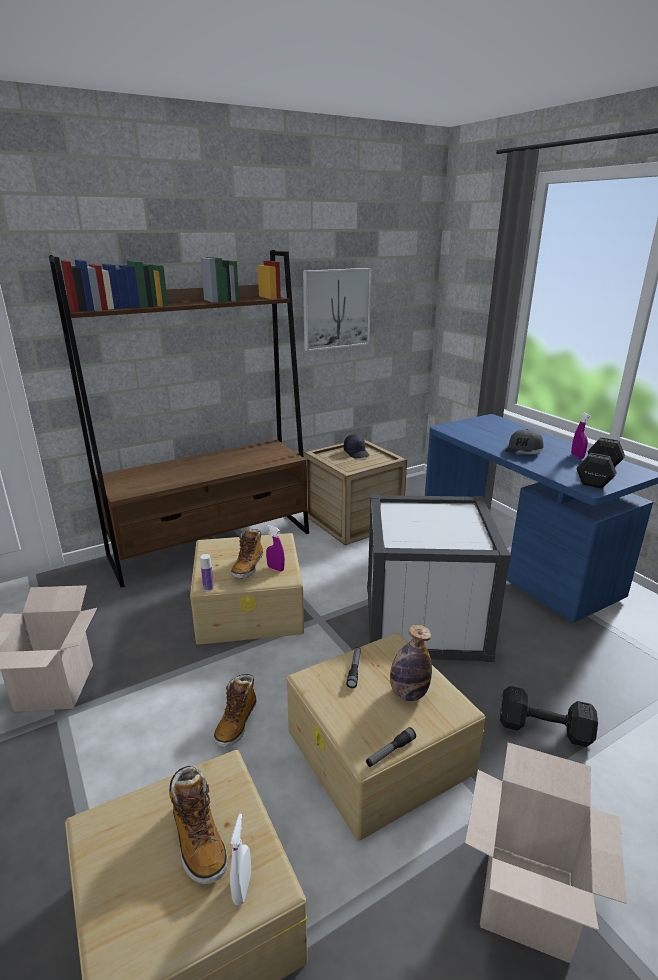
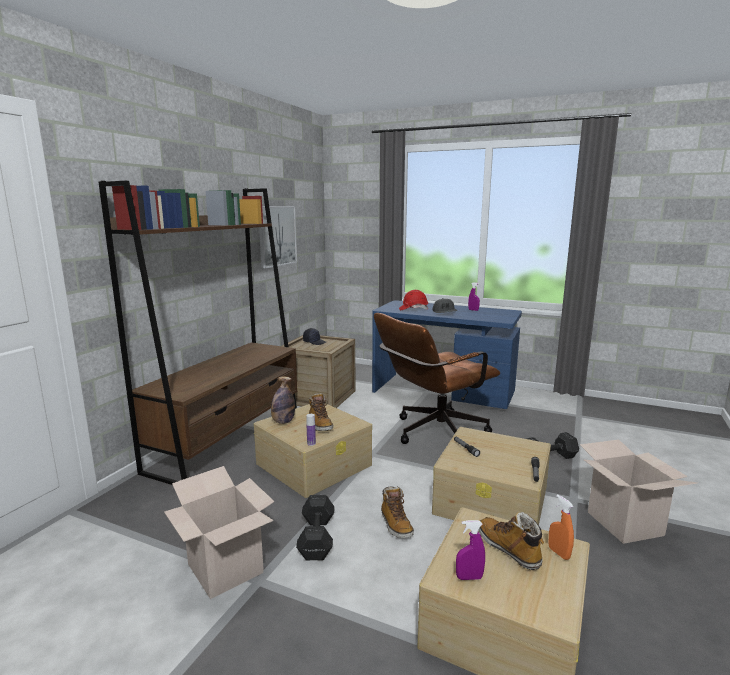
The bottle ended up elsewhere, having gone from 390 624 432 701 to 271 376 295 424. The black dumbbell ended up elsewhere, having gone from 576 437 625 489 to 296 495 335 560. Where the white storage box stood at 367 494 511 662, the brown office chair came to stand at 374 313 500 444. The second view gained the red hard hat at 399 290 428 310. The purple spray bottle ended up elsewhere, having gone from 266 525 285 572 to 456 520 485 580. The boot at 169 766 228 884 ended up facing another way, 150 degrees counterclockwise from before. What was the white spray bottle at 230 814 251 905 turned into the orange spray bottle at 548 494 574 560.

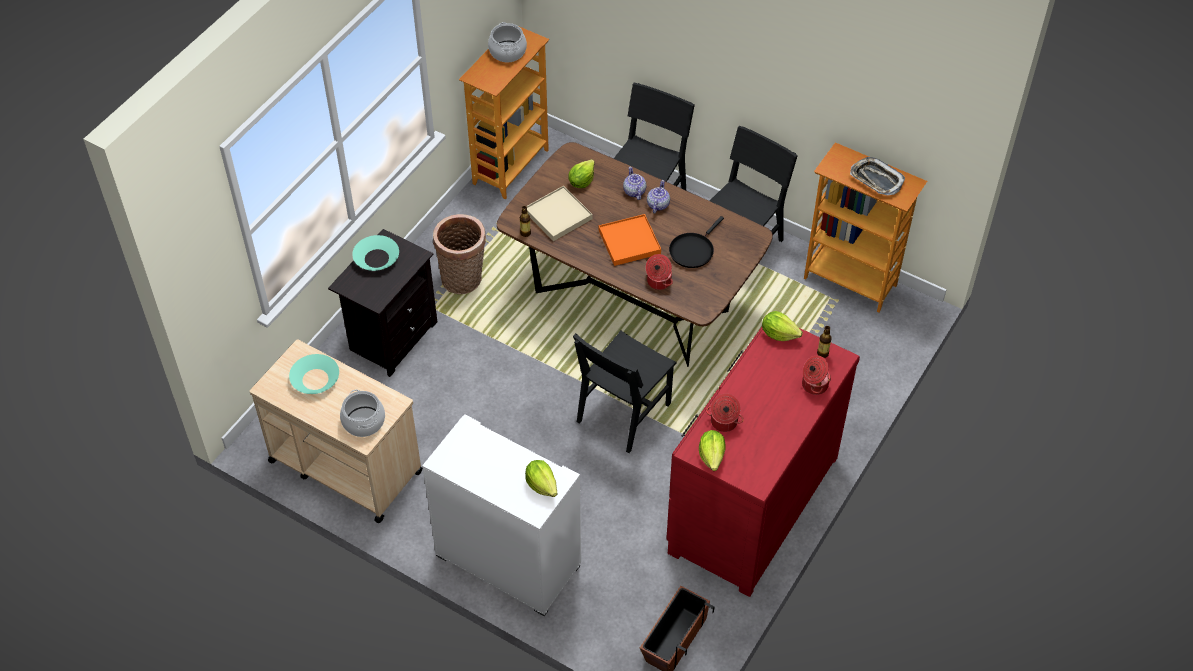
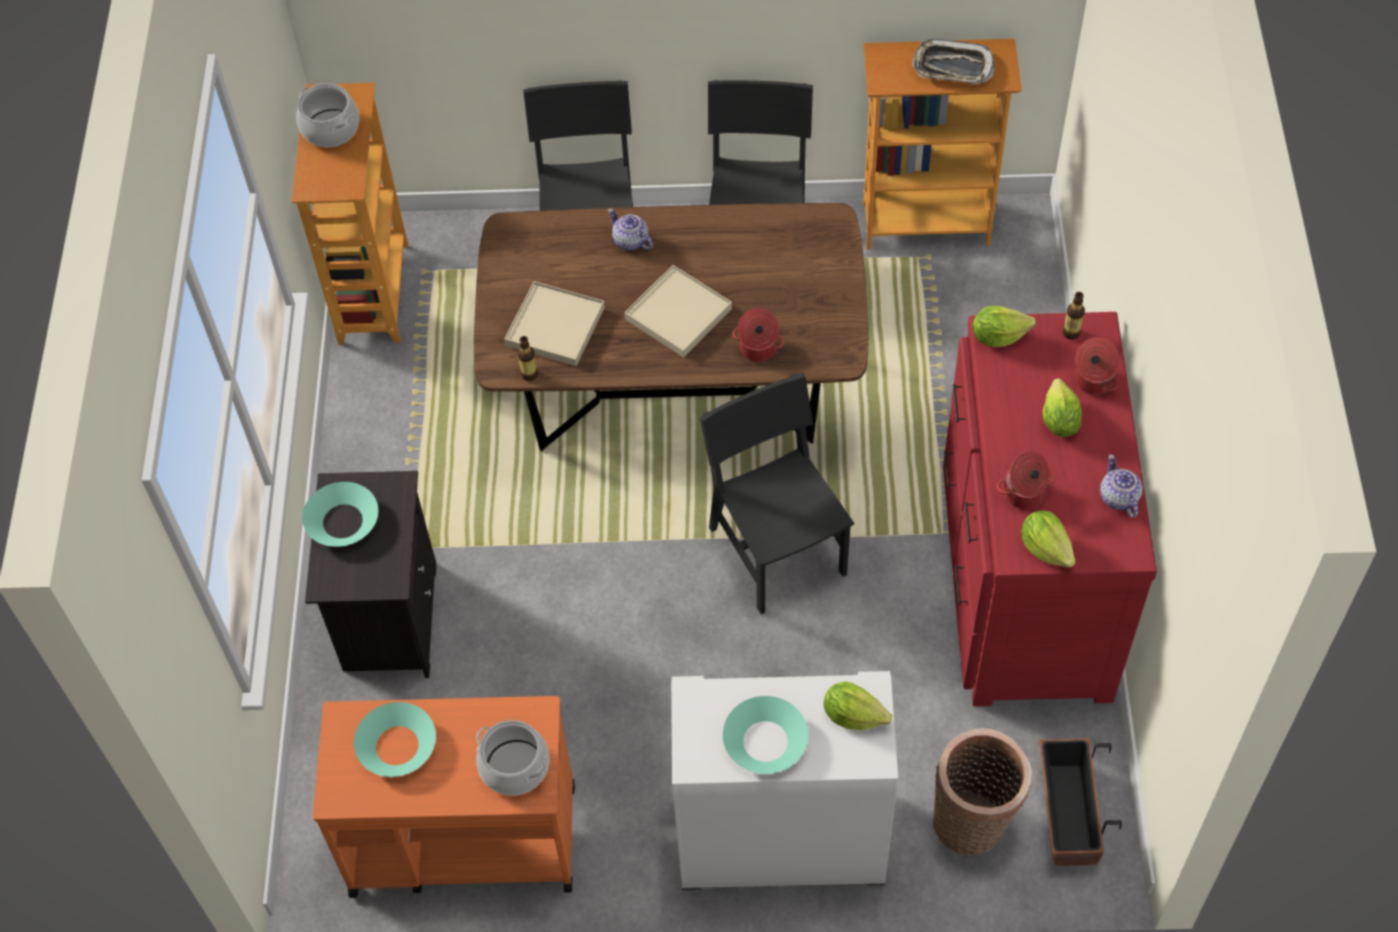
What was the beige cart at 250 339 423 523 turned into the orange cart at 313 696 575 898. What was the orange tray at 599 214 661 266 turned into the beige tray at 624 265 732 358. The black chair at 573 331 676 453 ended up facing another way, 150 degrees clockwise from before. The second view gained the turquoise bowl at 723 696 808 774. The basket ended up elsewhere, having gone from 433 214 486 294 to 933 728 1032 856. The lettuce ended up elsewhere, having gone from 568 159 595 188 to 1043 378 1082 437. The teapot ended up elsewhere, having gone from 647 180 670 214 to 1100 454 1143 518. The second view lost the black frying pan at 669 216 724 268.

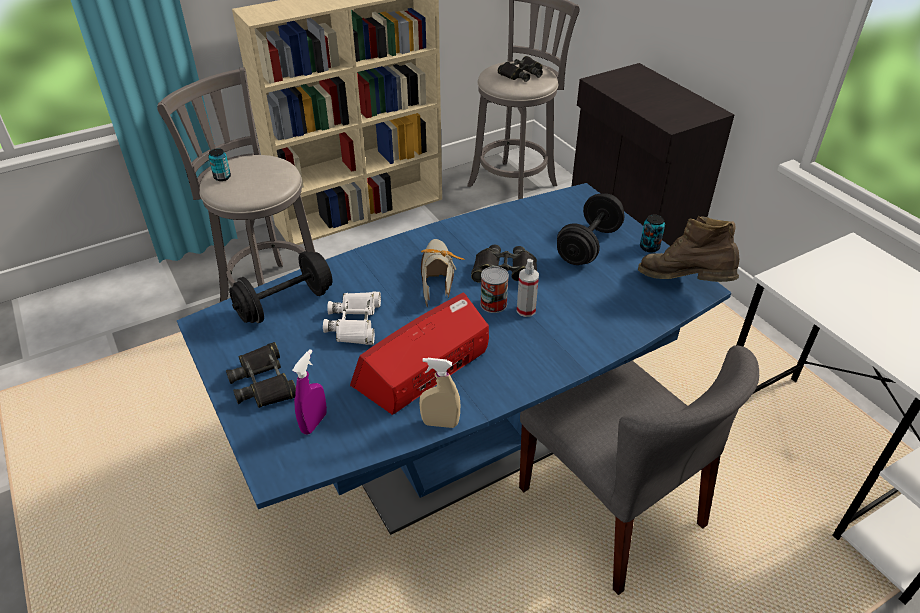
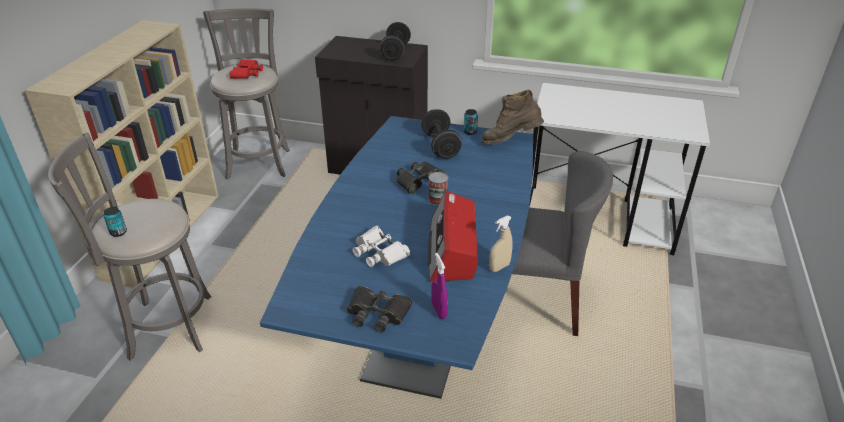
What was the black binoculars at 498 56 543 82 turned into the red binoculars at 229 59 263 79. The black dumbbell ended up elsewhere, having gone from 229 251 333 323 to 380 22 411 60. The second view lost the shoe at 421 239 465 308. The second view lost the spray bottle at 517 259 539 317.

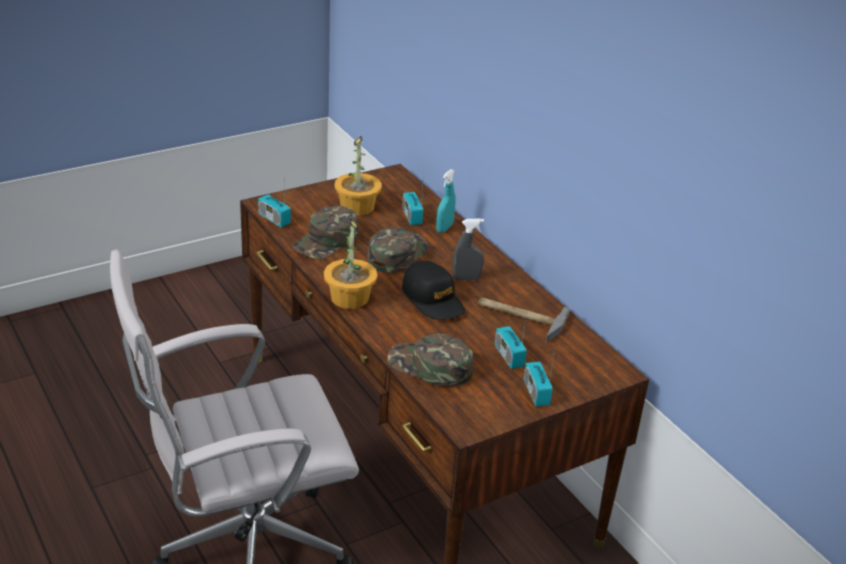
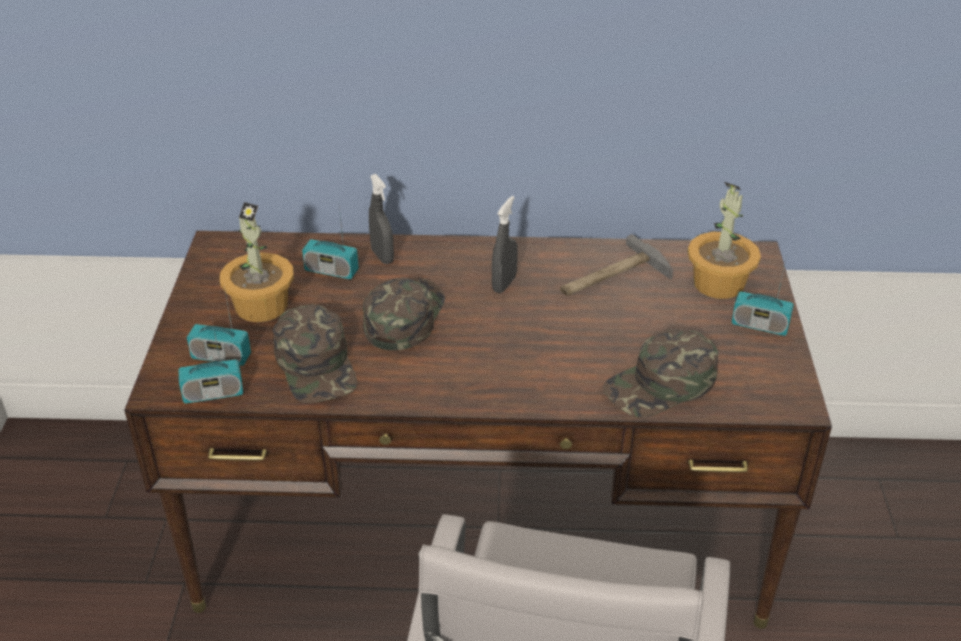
The radio ended up elsewhere, having gone from 495 311 527 369 to 187 286 251 366. The green cap at 368 227 429 273 ended up facing another way, 45 degrees clockwise from before. What was the turquoise spray bottle at 436 169 456 233 turned into the grey spray bottle at 369 174 394 264. The potted plant ended up elsewhere, having gone from 324 218 377 309 to 688 182 761 299. The second view lost the black cap at 402 261 465 320.

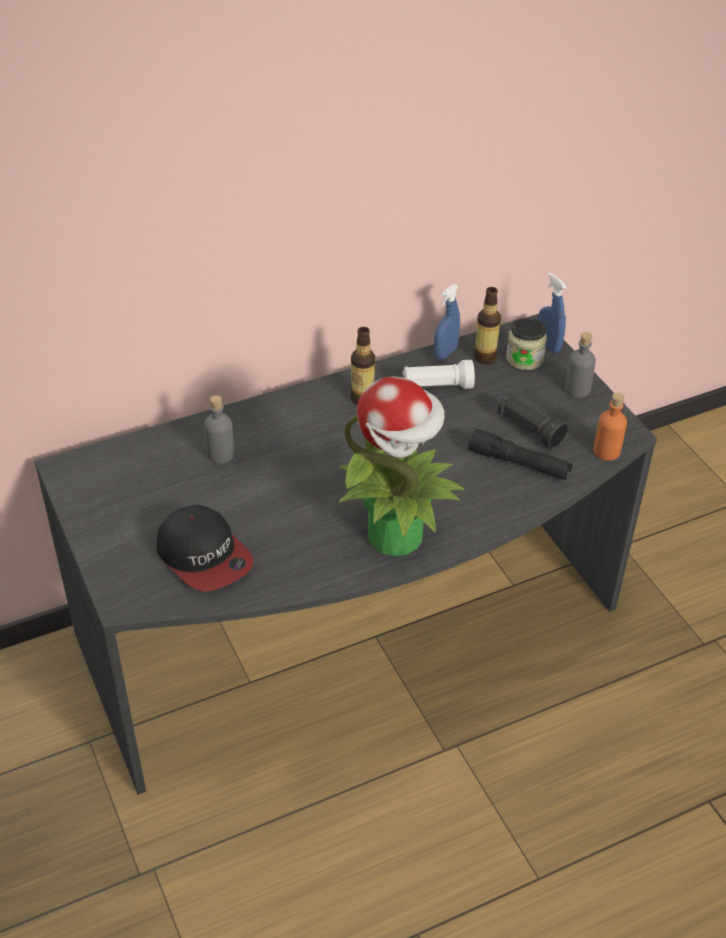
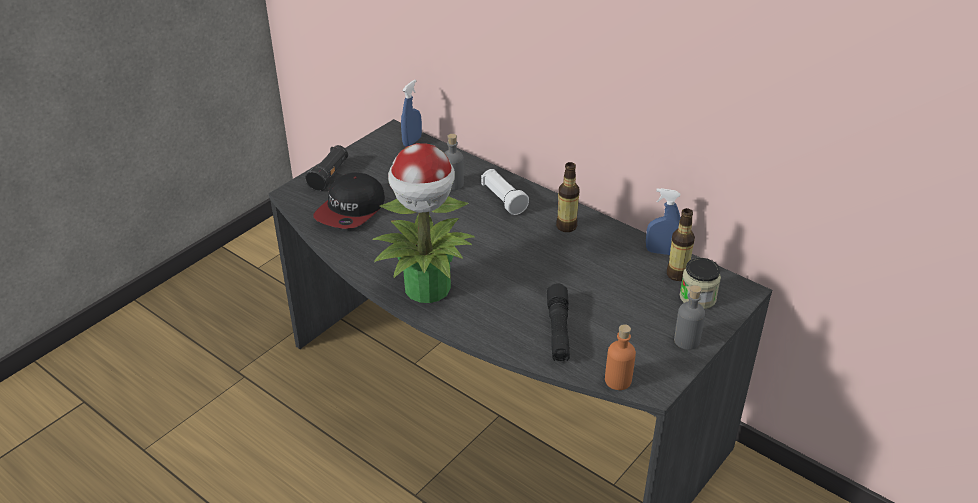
The black flashlight ended up elsewhere, having gone from 498 393 568 449 to 305 145 348 191. The blue spray bottle ended up elsewhere, having gone from 538 272 567 353 to 401 80 422 147. The white flashlight ended up elsewhere, having gone from 403 360 475 389 to 481 169 529 215.

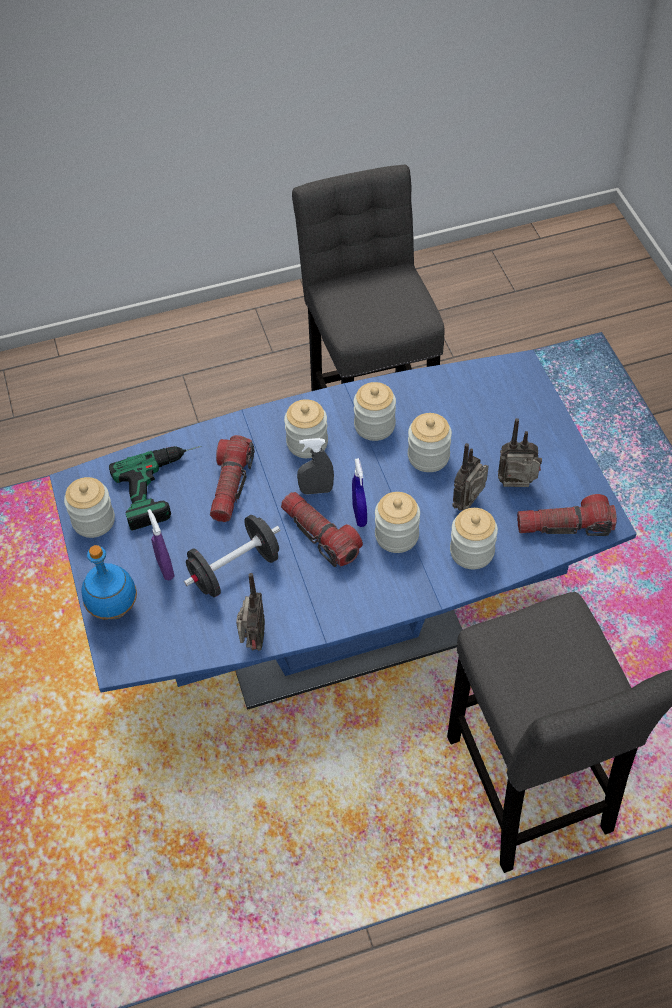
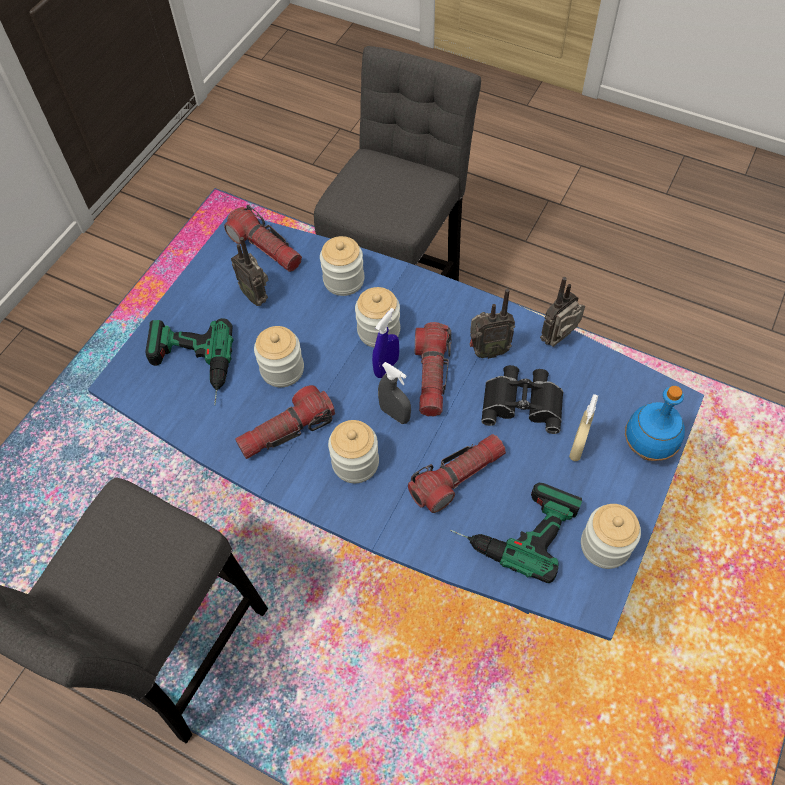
The second view gained the power drill at 145 318 234 405. Where the jar stood at 354 382 396 441, the flashlight came to stand at 235 385 335 459. The radio ended up elsewhere, having gone from 452 443 489 511 to 470 289 515 359. Where the black dumbbell stood at 184 515 281 597, the black binoculars came to stand at 481 365 563 434. What was the purple spray bottle at 147 509 174 580 turned into the beige spray bottle at 569 394 598 461.

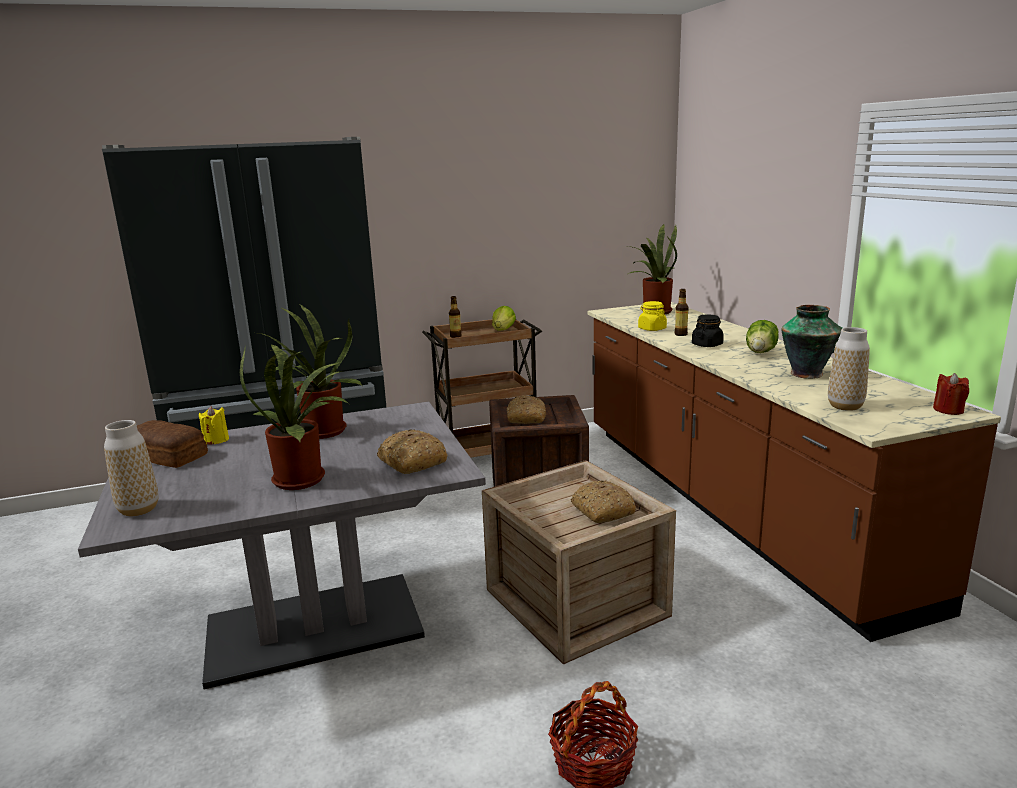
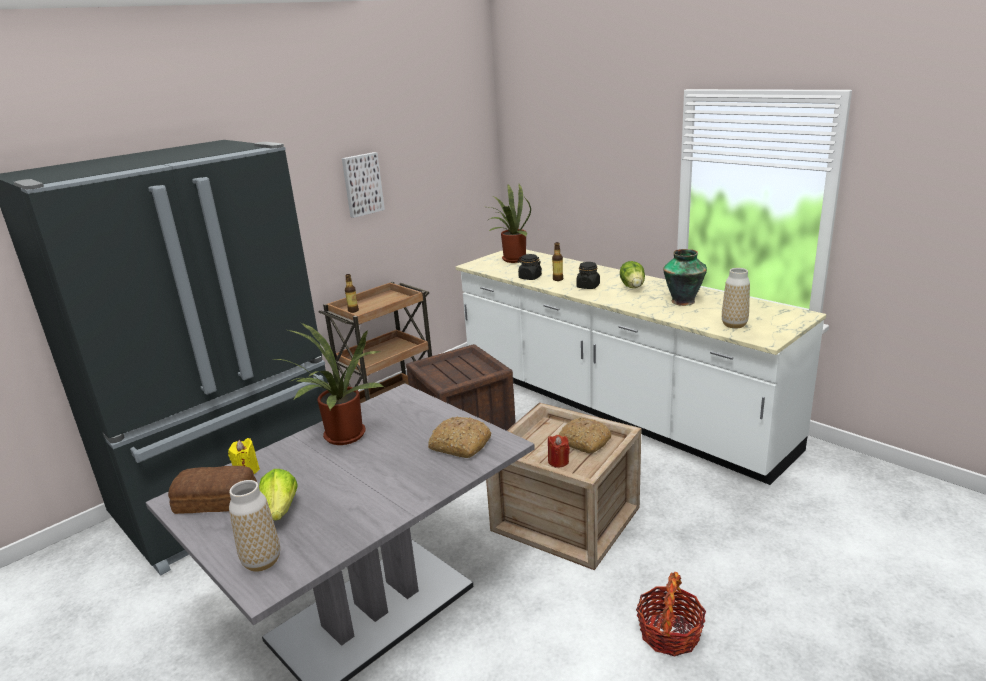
The lettuce ended up elsewhere, having gone from 492 306 516 330 to 259 469 298 521. The second view gained the picture at 342 152 385 218. What was the brown counter at 588 302 1001 642 turned into the white counter at 456 250 826 485. What was the yellow jar at 638 301 667 331 turned into the black jar at 517 254 542 280. The red candle ended up elsewhere, having gone from 933 373 969 415 to 548 435 570 467. The second view lost the potted plant at 240 344 351 490. The second view lost the bread at 507 396 546 424.

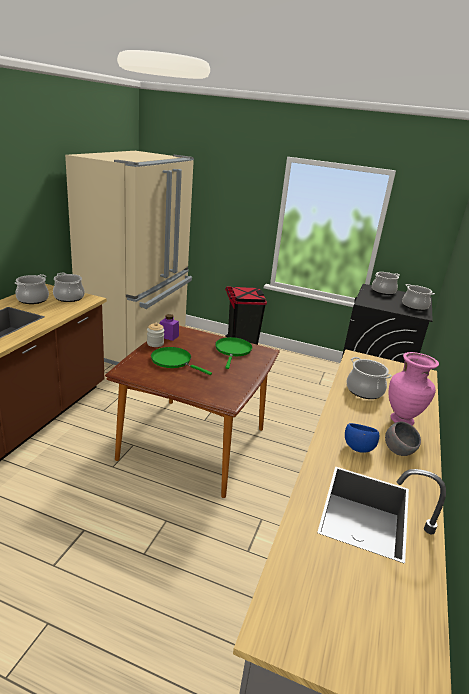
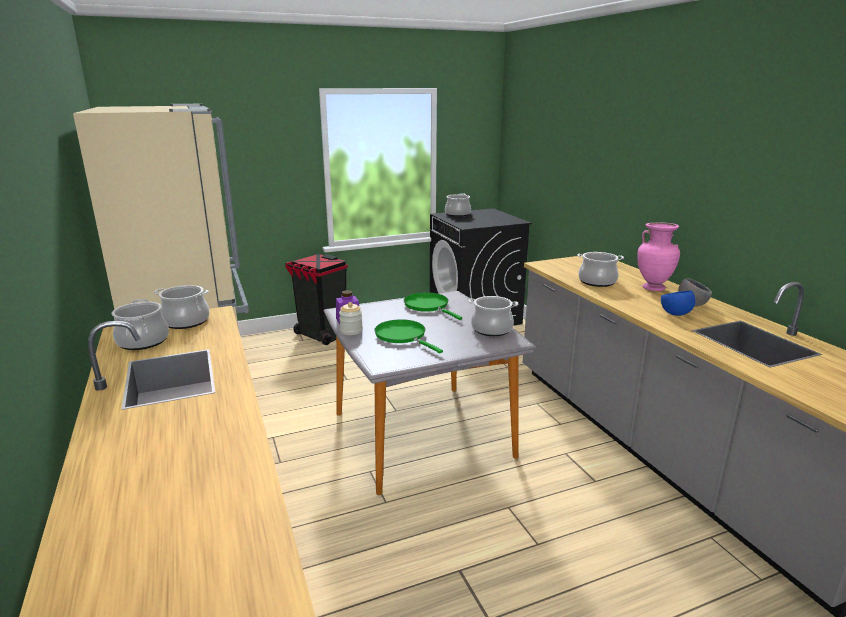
What was the brown dining table at 105 326 280 498 turned into the grey dining table at 324 291 536 495. The green frying pan at 151 347 212 375 ended up facing another way, 60 degrees clockwise from before. The cooking pot ended up elsewhere, having gone from 402 284 435 311 to 468 296 518 336.

